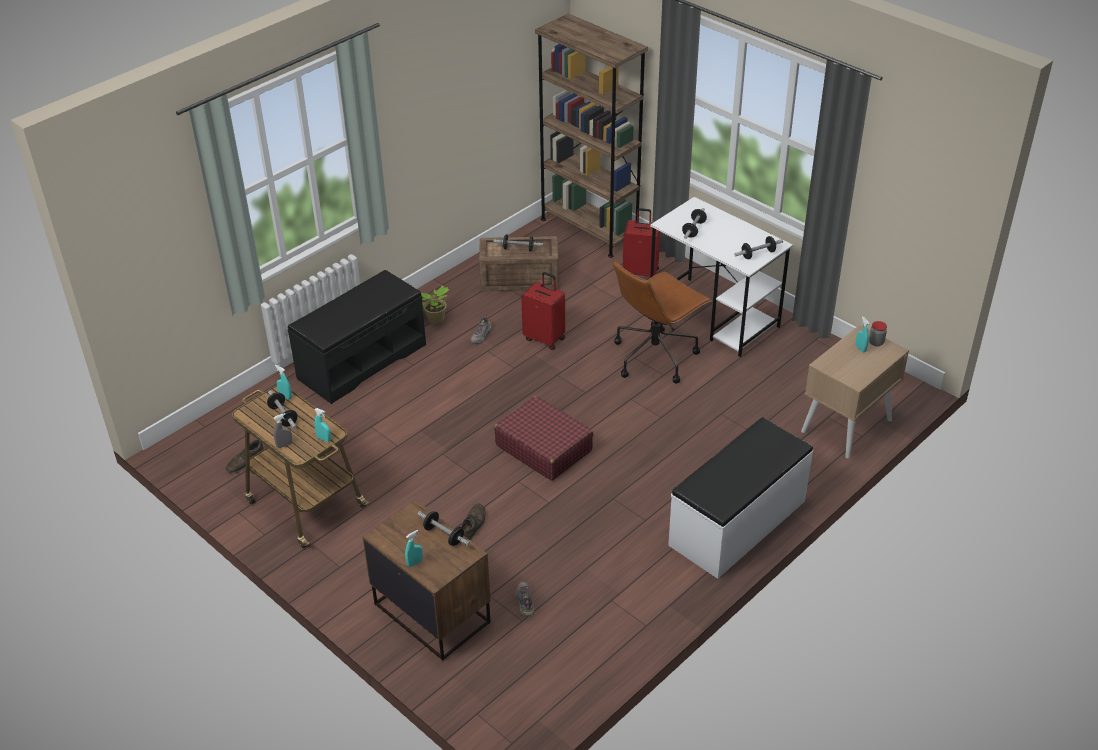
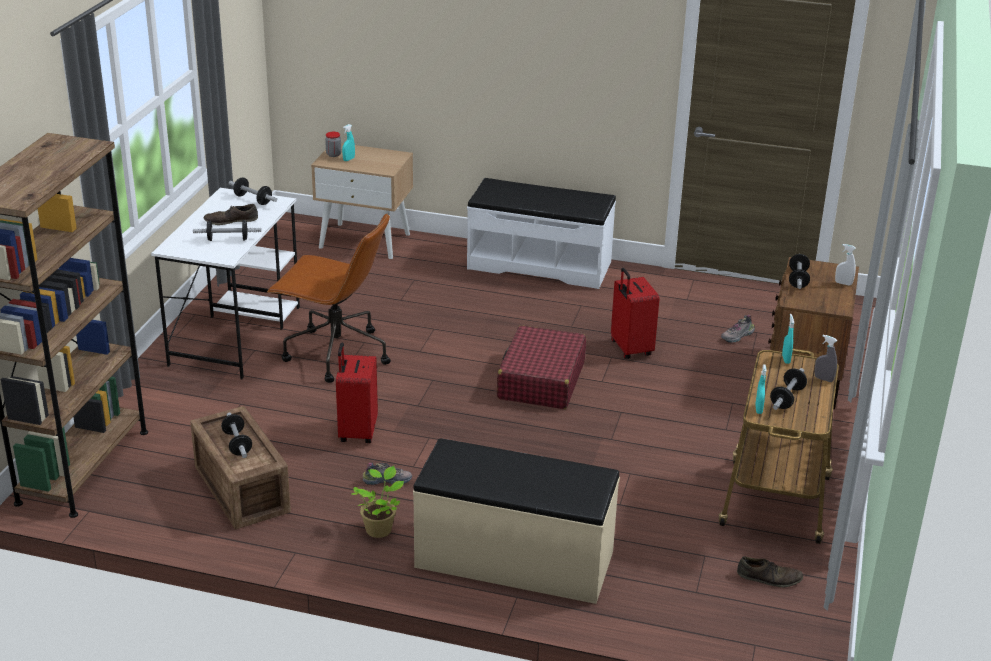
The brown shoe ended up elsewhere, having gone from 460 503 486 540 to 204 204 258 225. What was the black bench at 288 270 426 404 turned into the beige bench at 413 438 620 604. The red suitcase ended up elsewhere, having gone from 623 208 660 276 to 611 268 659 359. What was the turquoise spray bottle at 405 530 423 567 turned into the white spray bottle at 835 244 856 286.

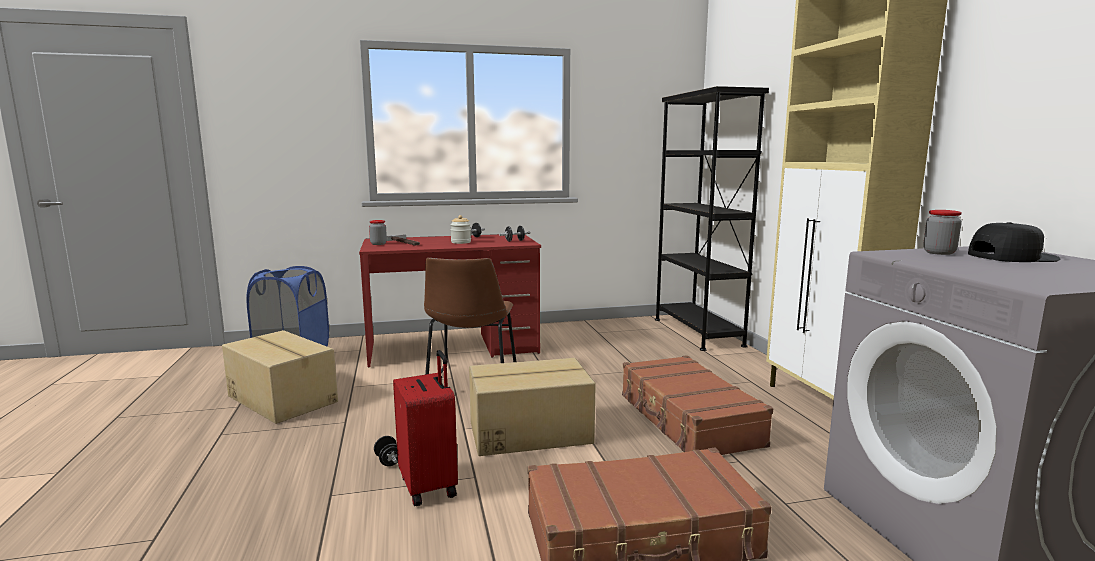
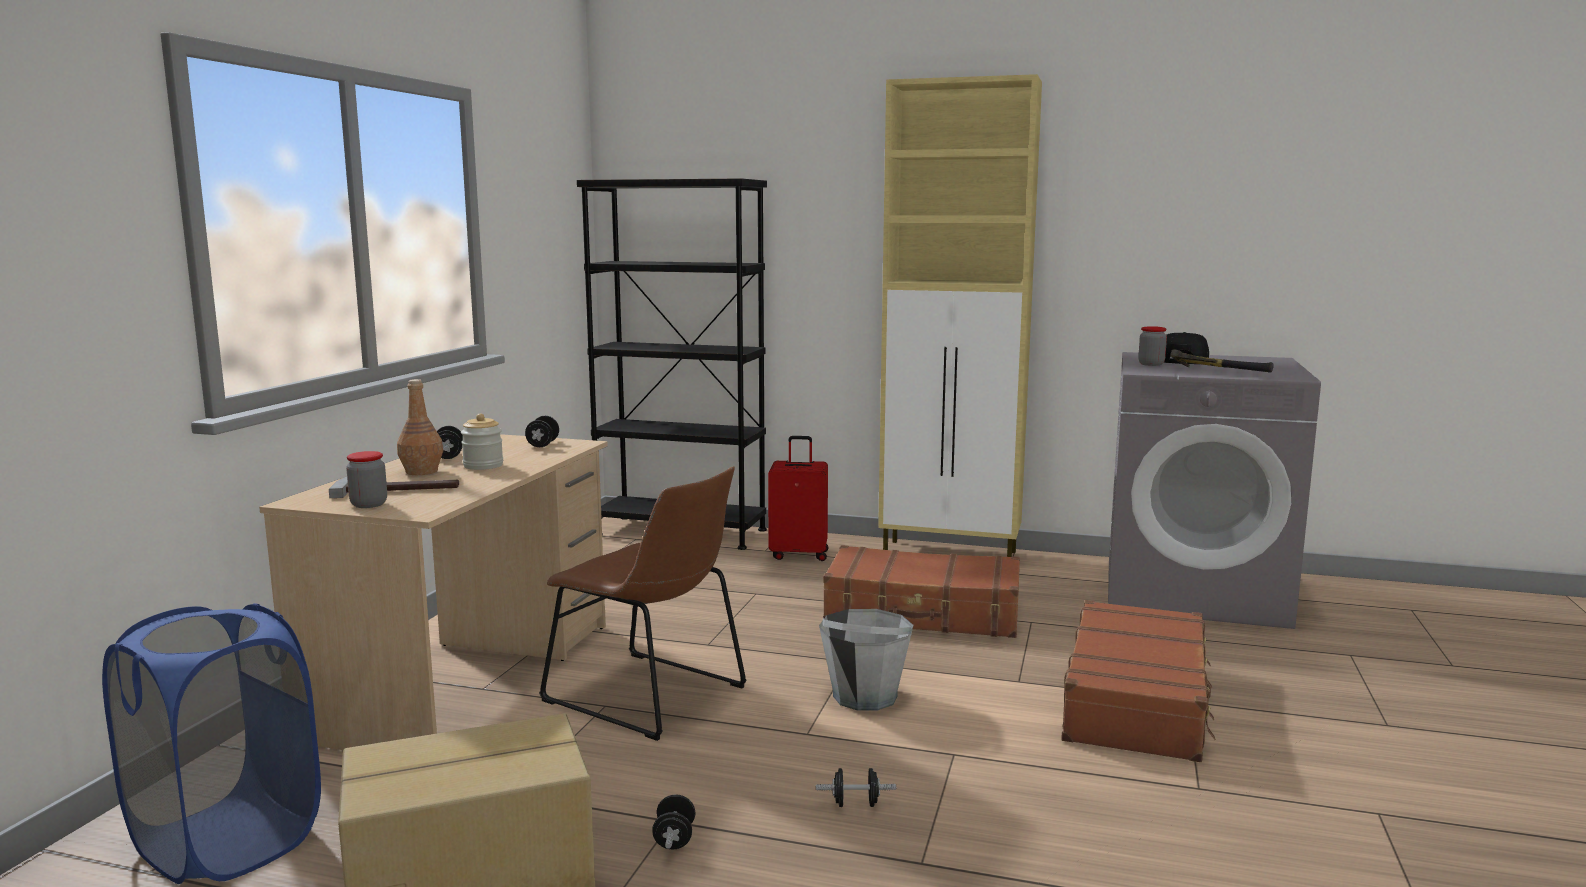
What was the red desk at 359 234 541 367 turned into the beige desk at 259 434 608 750. The second view gained the brown bottle at 397 379 443 475. The second view gained the black dumbbell at 652 794 695 850. The red suitcase ended up elsewhere, having gone from 393 350 458 506 to 768 436 829 561. Where the cardboard box stood at 469 358 596 456, the grey bucket came to stand at 819 609 914 711. The second view gained the hammer at 1170 349 1274 372.

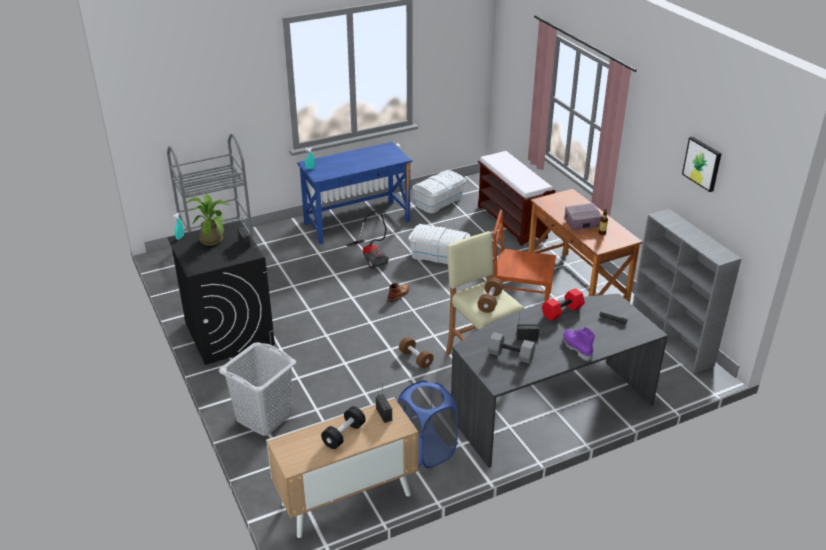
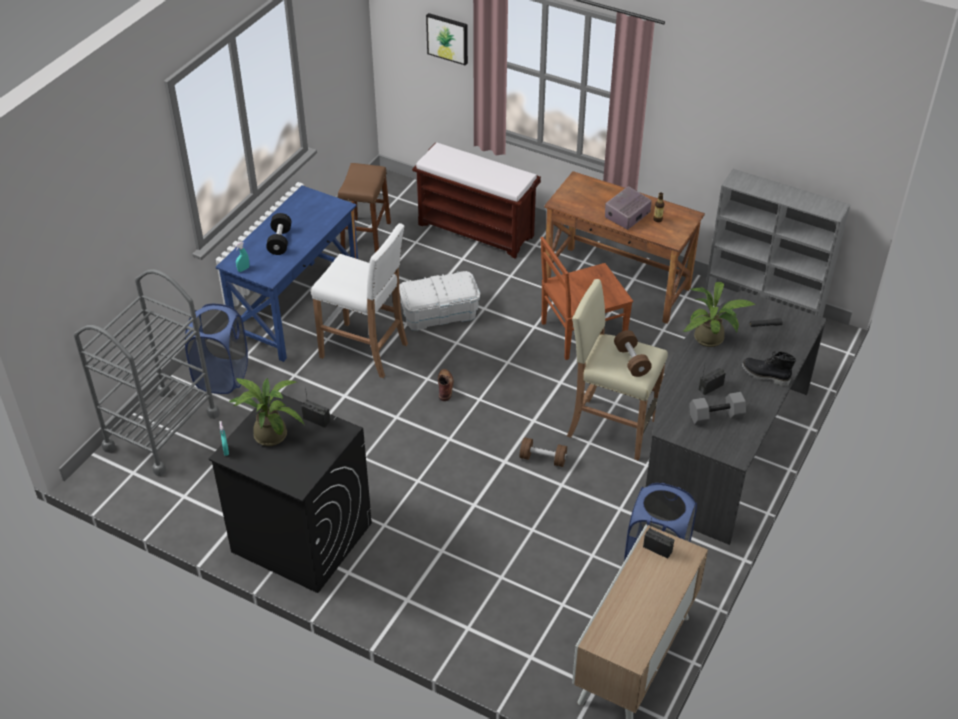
The second view gained the blue laundry basket at 185 304 248 394. The black dumbbell ended up elsewhere, having gone from 321 406 366 449 to 266 213 291 255. Where the vacuum cleaner stood at 346 211 389 269, the white stool came to stand at 311 223 408 378. Where the white storage box stood at 412 170 466 214, the brown stool came to stand at 338 163 391 252. The picture ended up elsewhere, having gone from 682 137 722 192 to 426 13 468 65. Where the red dumbbell stood at 542 288 585 321, the potted plant came to stand at 683 282 755 347. What was the purple boot at 563 327 595 361 turned into the black boot at 742 351 796 386. The second view lost the grey laundry basket at 219 342 296 436.

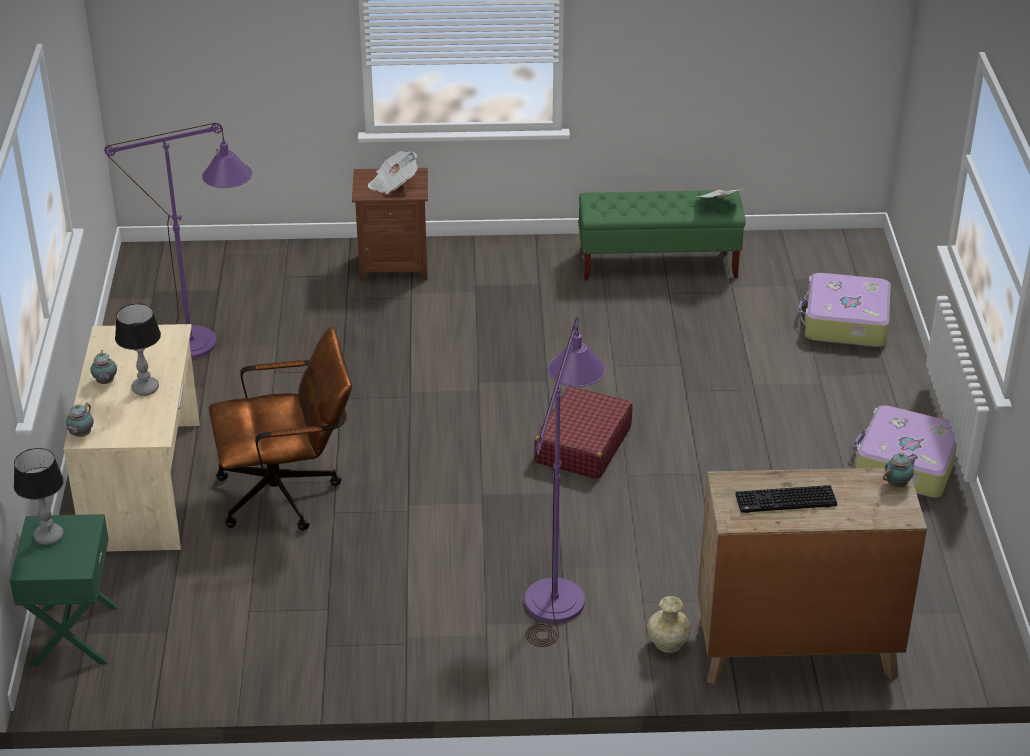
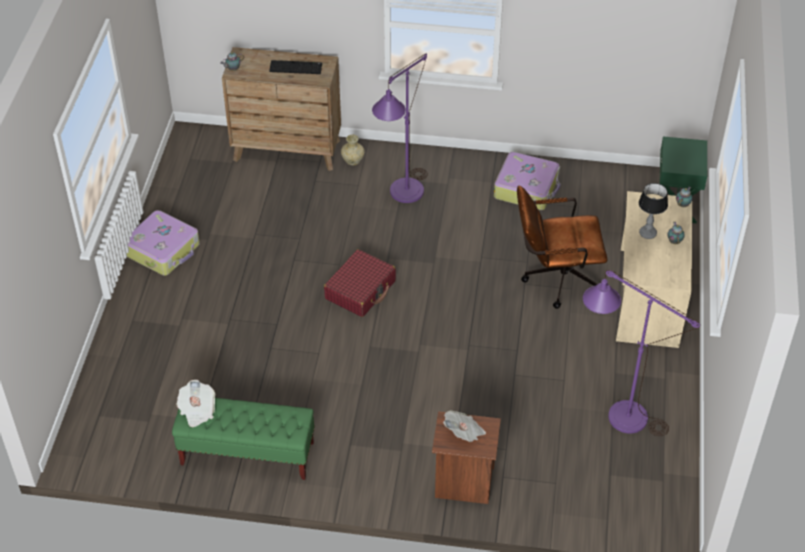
The suitcase ended up elsewhere, having gone from 797 273 891 347 to 494 152 561 210. The second view lost the table lamp at 14 448 64 545.

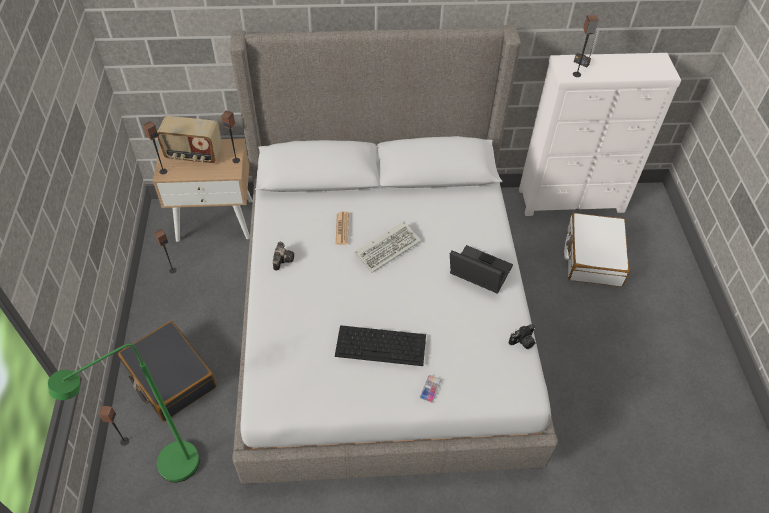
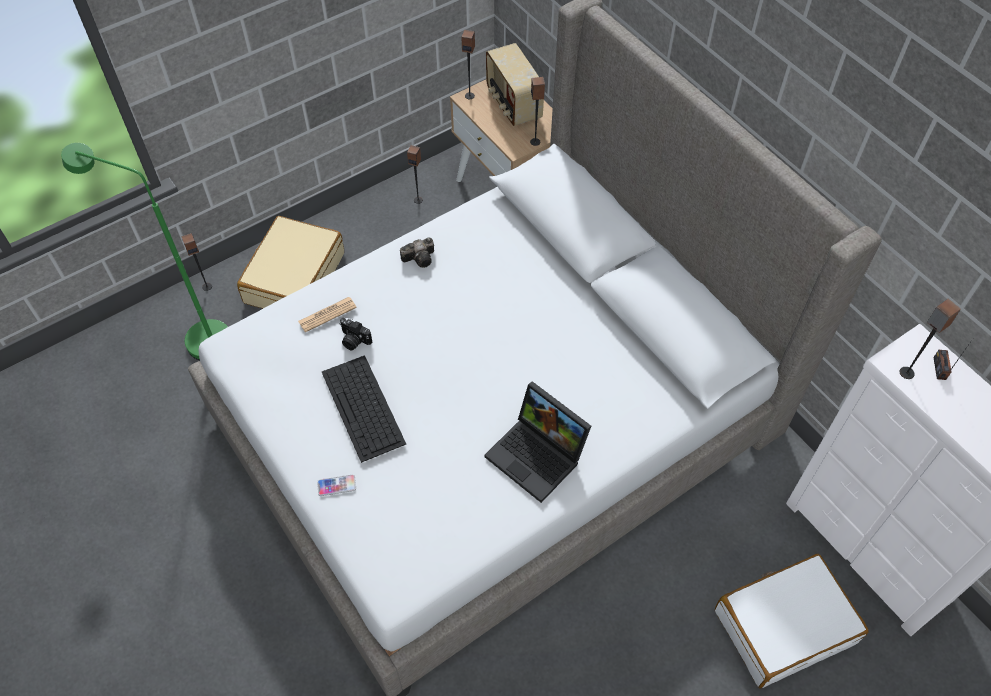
What was the black suitcase at 118 321 217 421 turned into the beige suitcase at 237 216 344 309. The newspaper ended up elsewhere, having gone from 336 212 349 245 to 298 297 357 332. The photo camera ended up elsewhere, having gone from 508 324 536 349 to 339 317 372 350. The laptop at 450 245 513 294 ended up facing another way, 135 degrees clockwise from before. The second view lost the keyboard at 354 221 421 273.

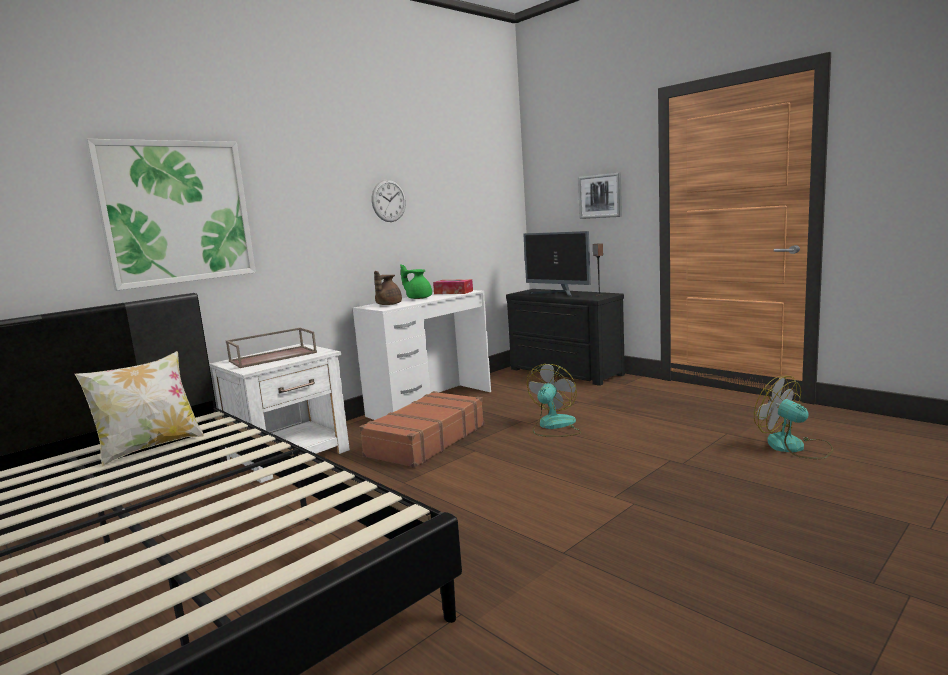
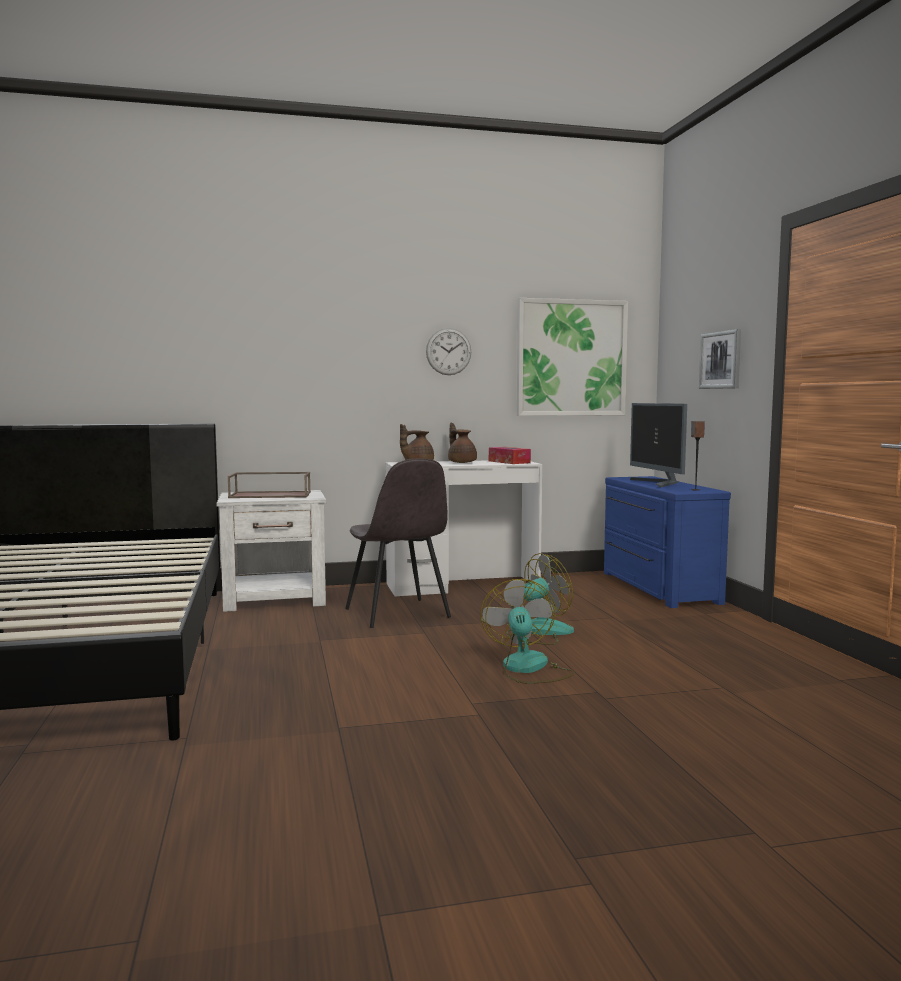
Where the brown suitcase stood at 359 391 484 468, the grey chair came to stand at 345 459 451 628. What was the green teapot at 400 264 432 299 turned into the brown teapot at 448 423 477 463. The fan ended up elsewhere, having gone from 754 376 834 459 to 481 579 575 684. The picture ended up elsewhere, having gone from 85 139 256 290 to 517 298 628 416. What was the black dresser at 506 289 625 386 turned into the blue dresser at 604 476 731 608. The second view lost the pillow at 75 351 204 467.

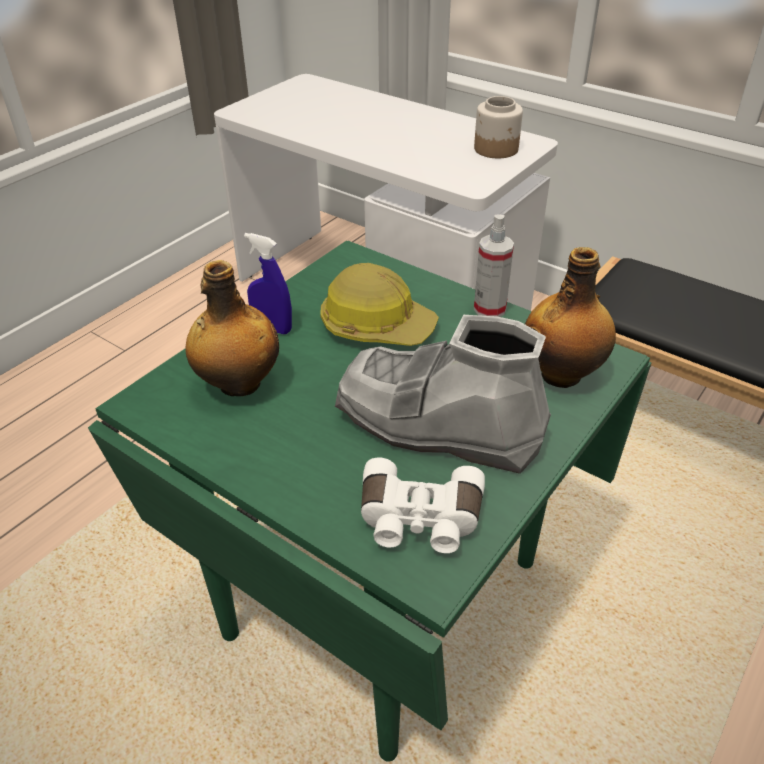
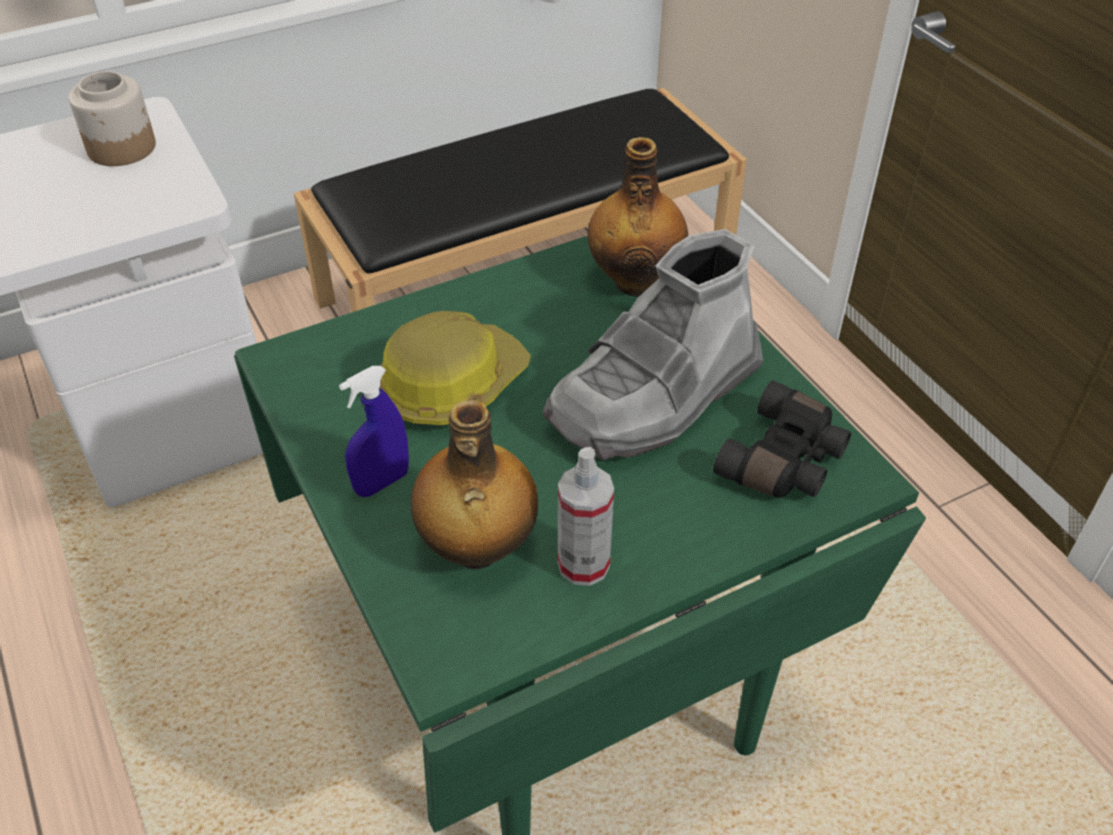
The spray bottle ended up elsewhere, having gone from 474 214 514 317 to 558 447 614 586. What was the white binoculars at 361 457 485 553 turned into the black binoculars at 713 380 851 498.

